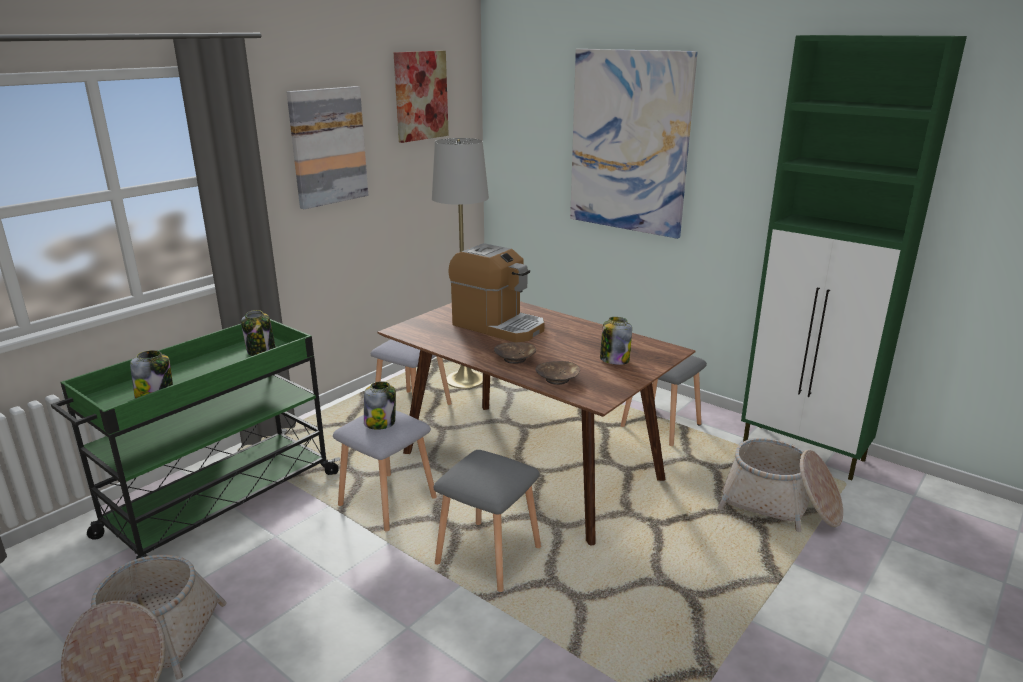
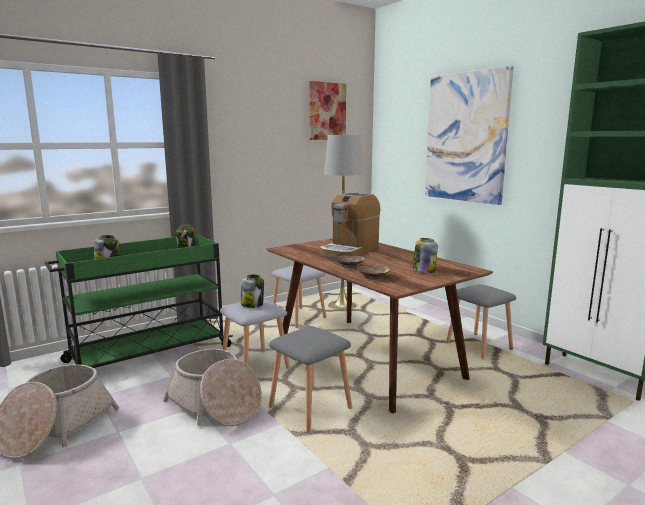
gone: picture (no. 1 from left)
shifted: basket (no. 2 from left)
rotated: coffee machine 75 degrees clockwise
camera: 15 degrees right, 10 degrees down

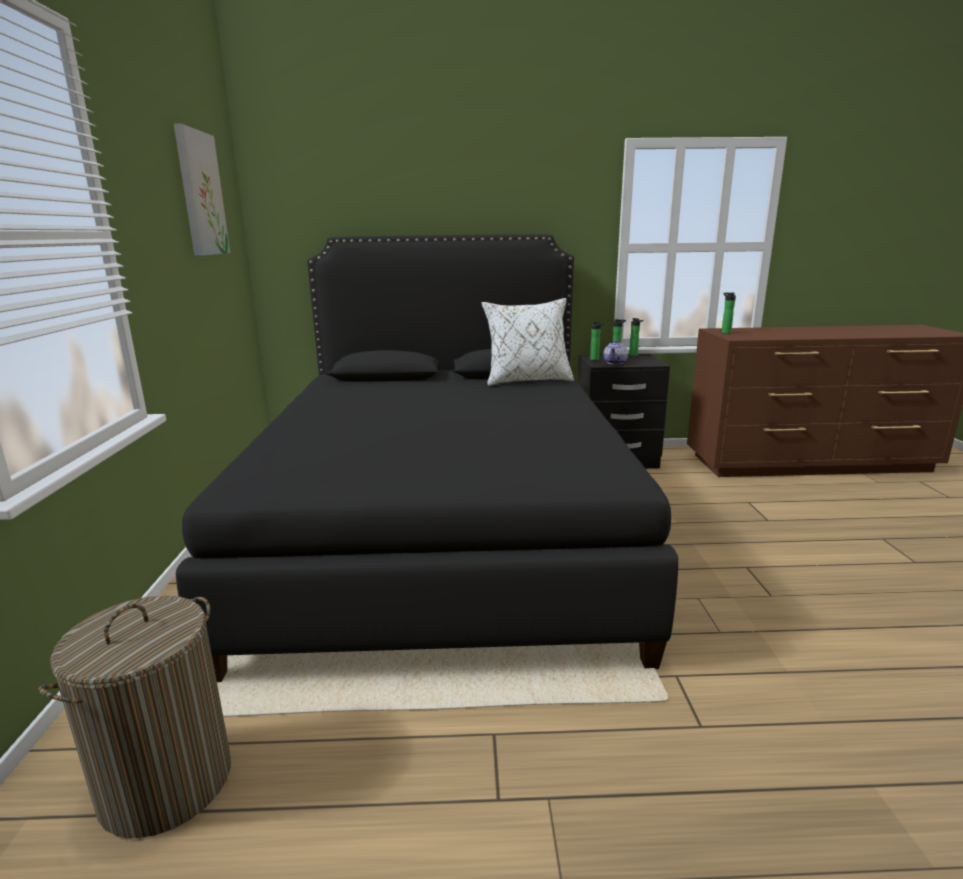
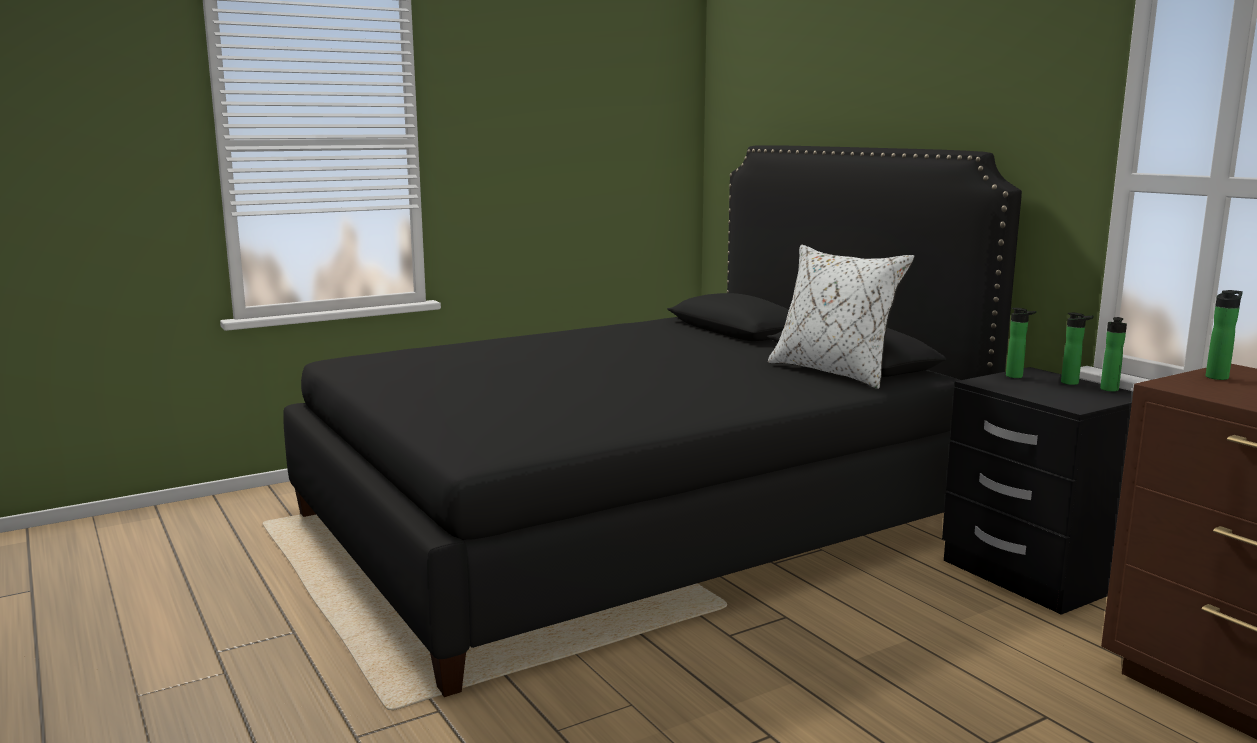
gone: picture; teapot; laundry basket
camera: 60 degrees right, 5 degrees down

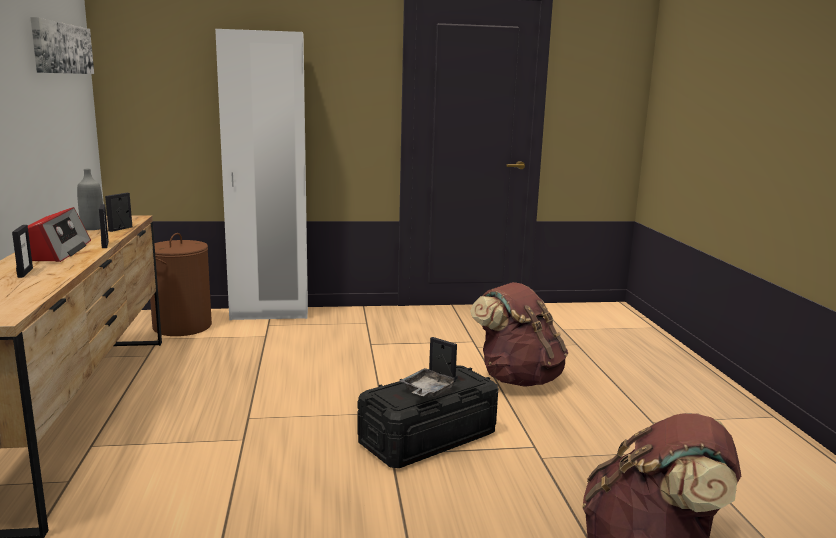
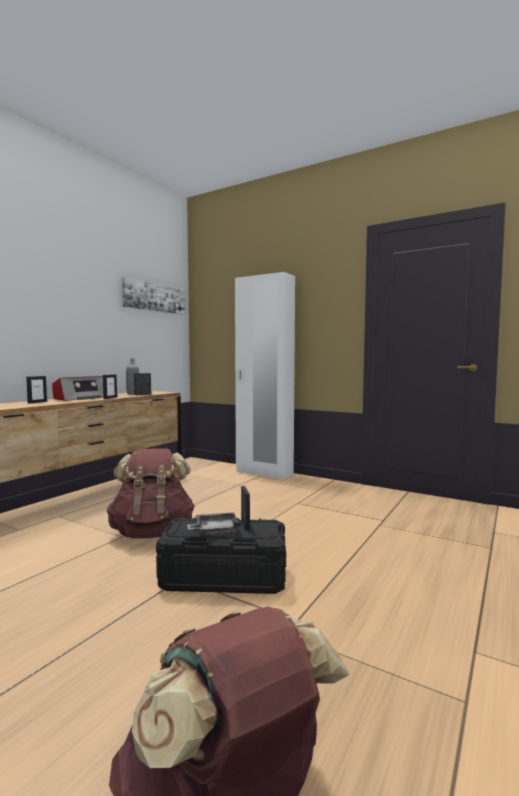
gone: brown laundry basket
shifted: brown backpack (no. 1 from left)
camera: 40 degrees right, 10 degrees down

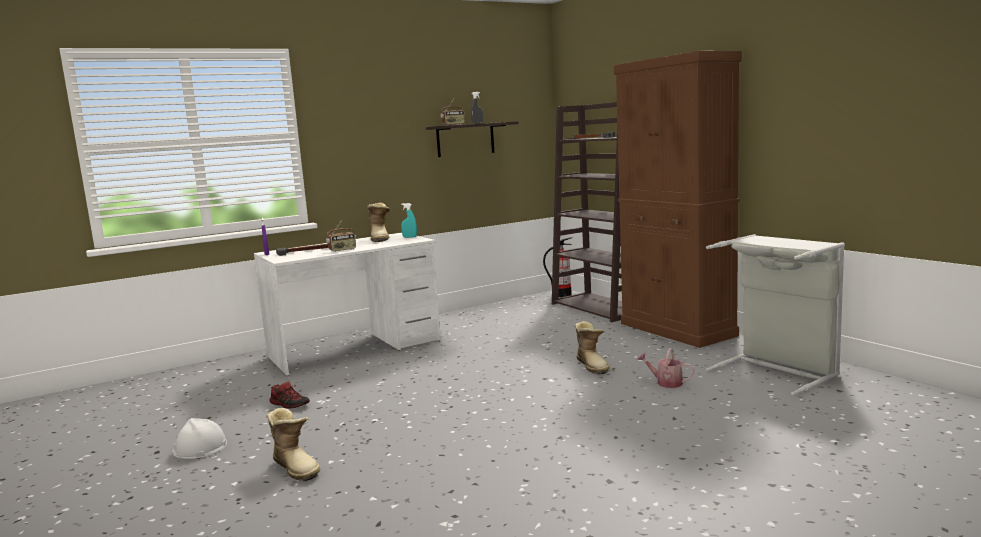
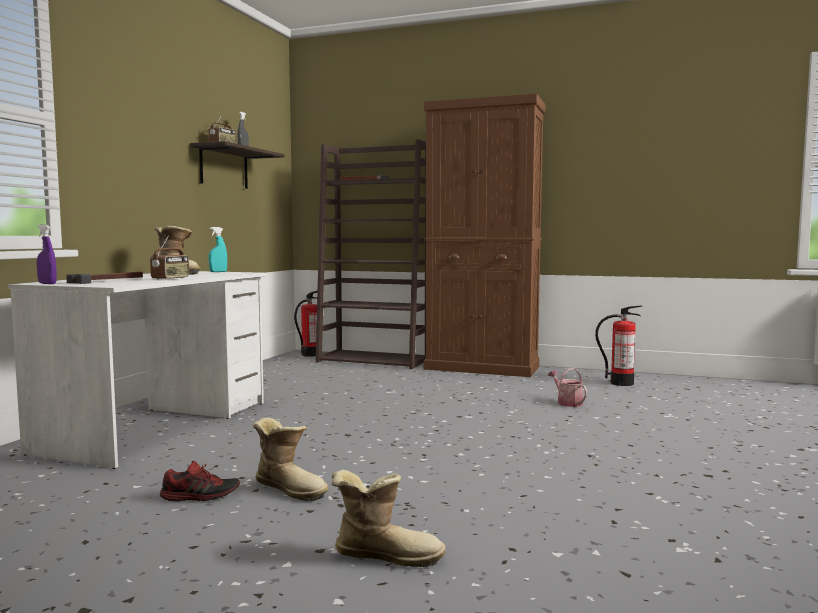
gone: white hard hat
shifted: boot (no. 3 from left in the first image) to boot (no. 2 from left)
swapped: grey laundry basket to fire extinguisher (no. 2 from left)
rotated: watering can 75 degrees clockwise
camera: 40 degrees left, 5 degrees down

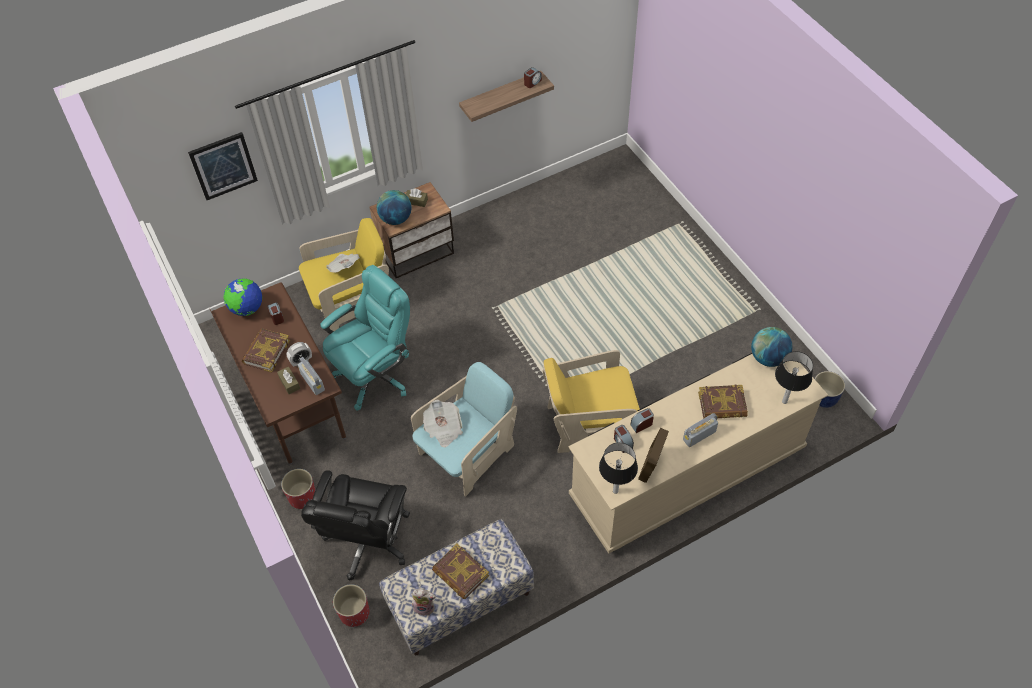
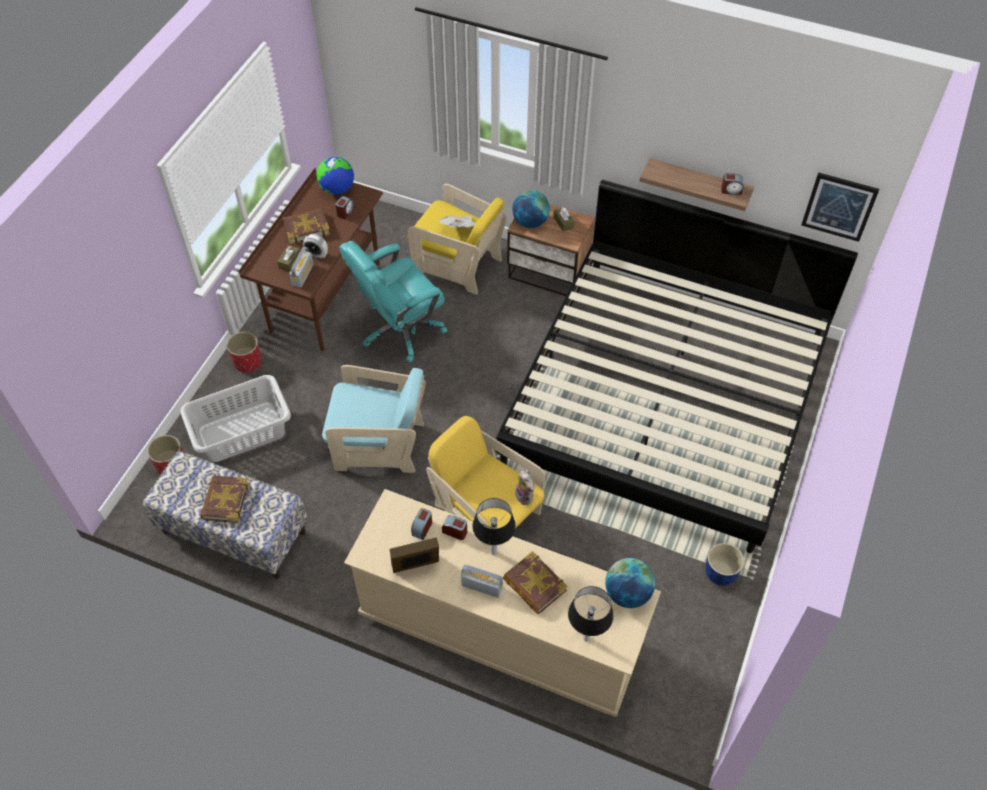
gone: newspaper (no. 2 from left)
new: bed
shifted: picture; blue planter; table lamp (no. 1 from left); plush toy
swapped: black office chair to grey laundry basket
rotated: turquoise office chair 135 degrees clockwise
camera: 50 degrees right, 0 degrees up

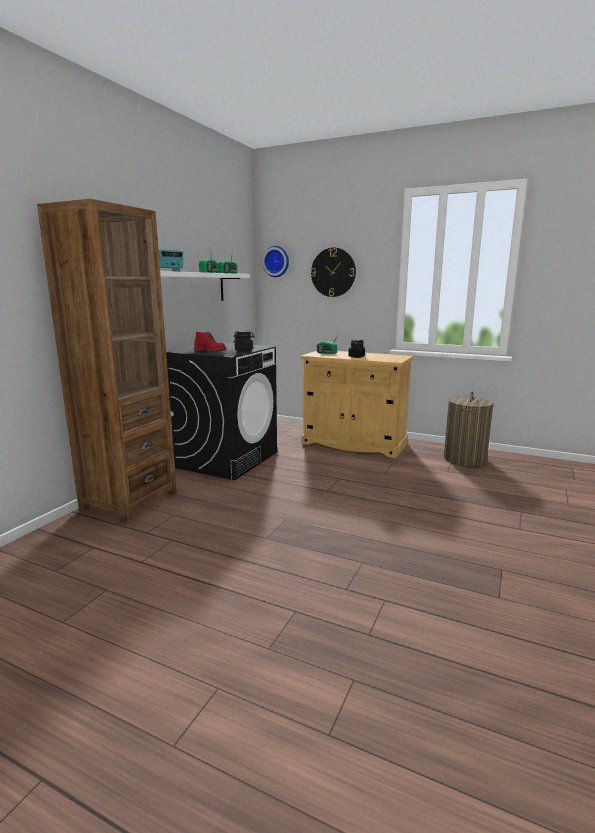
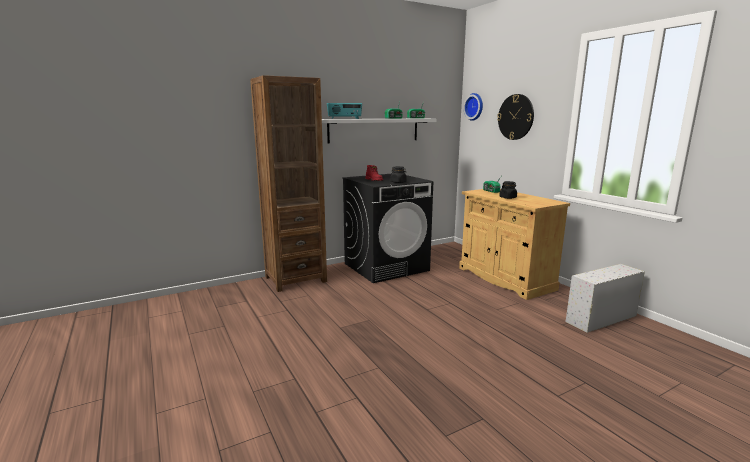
swapped: laundry basket to white storage box
camera: 35 degrees right, 0 degrees up

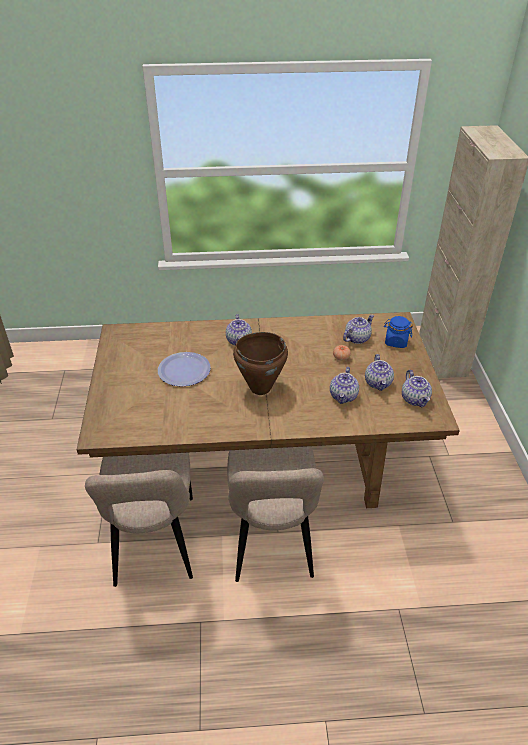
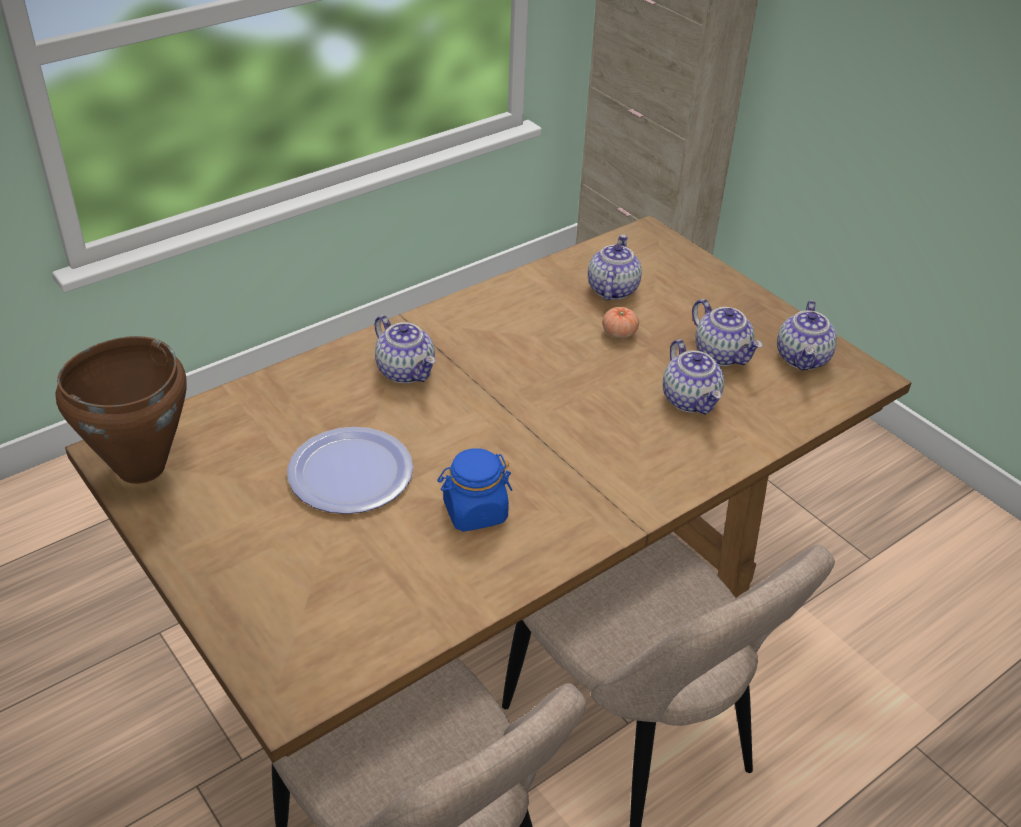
shifted: blue jar; brown cooking pot
rotated: teapot (no. 5 from left) 60 degrees clockwise
camera: 35 degrees left, 0 degrees up

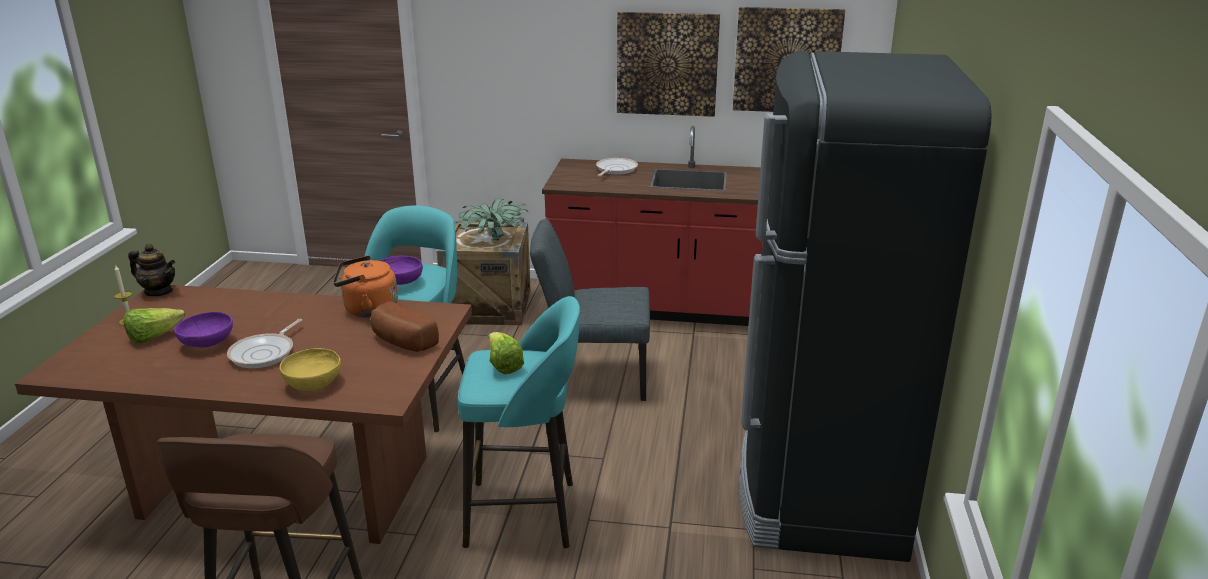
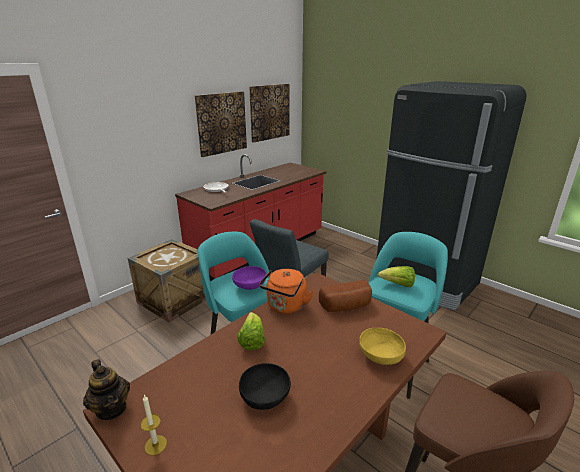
gone: potted plant; frying pan (no. 1 from left)
shifted: lettuce (no. 1 from left)
repainted: purple bowl (no. 1 from left) to black bowl
rotated: teapot 90 degrees clockwise
camera: 55 degrees left, 0 degrees up

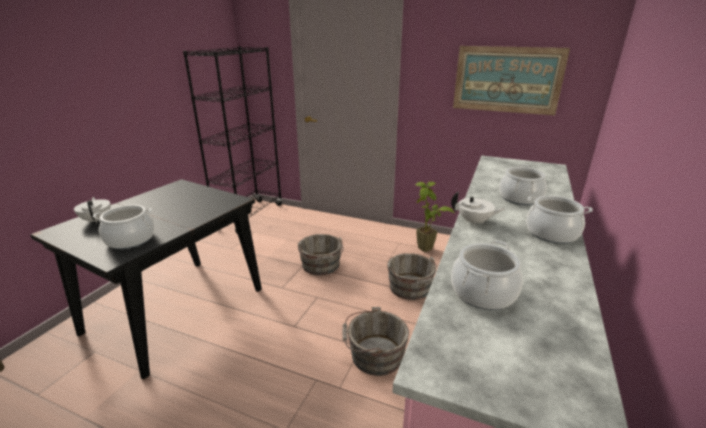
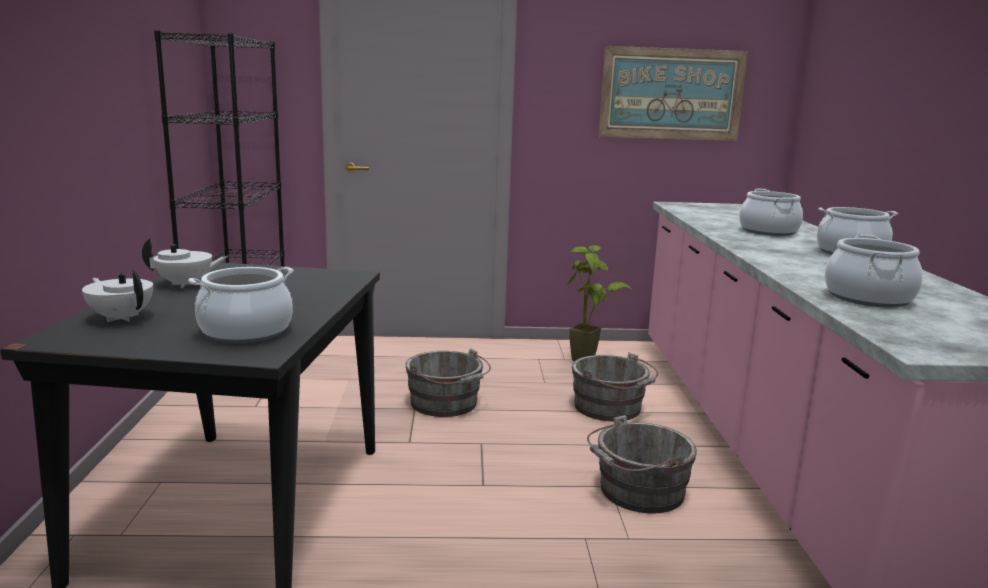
shifted: white teapot (no. 2 from left)
camera: 25 degrees left, 10 degrees down

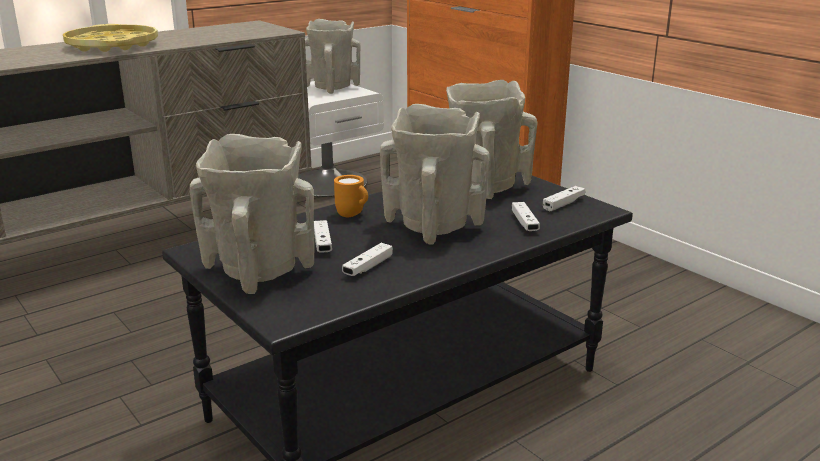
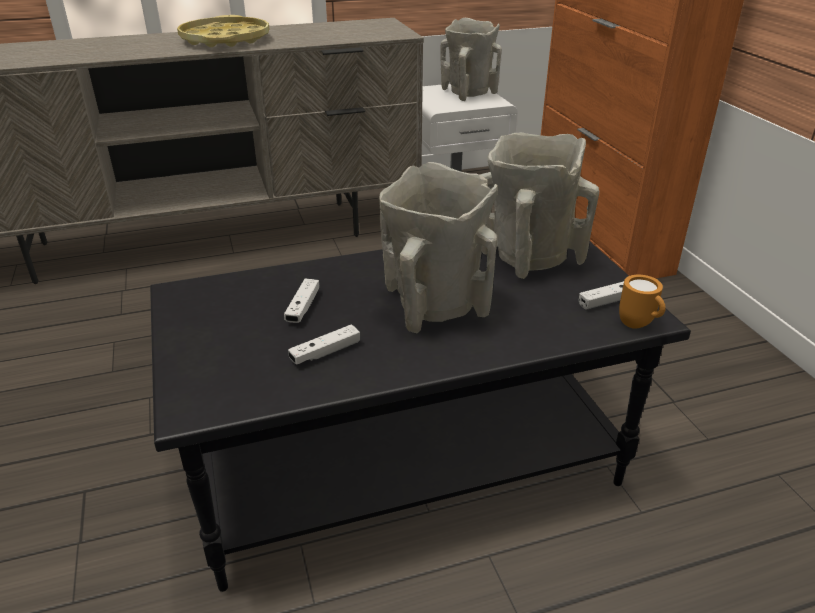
gone: beige vase (no. 1 from left); white game controller (no. 3 from left)
shifted: orange mug
camera: 20 degrees right, 10 degrees up

